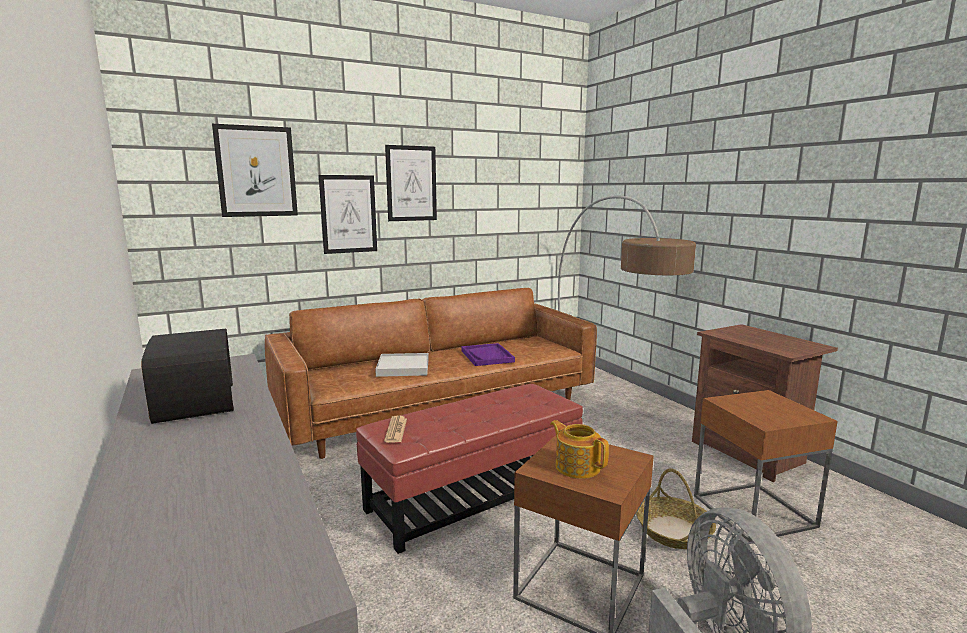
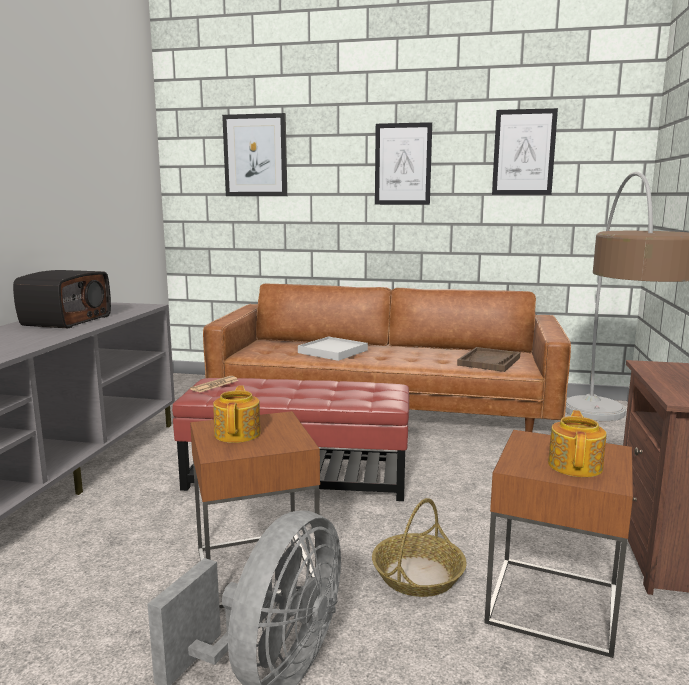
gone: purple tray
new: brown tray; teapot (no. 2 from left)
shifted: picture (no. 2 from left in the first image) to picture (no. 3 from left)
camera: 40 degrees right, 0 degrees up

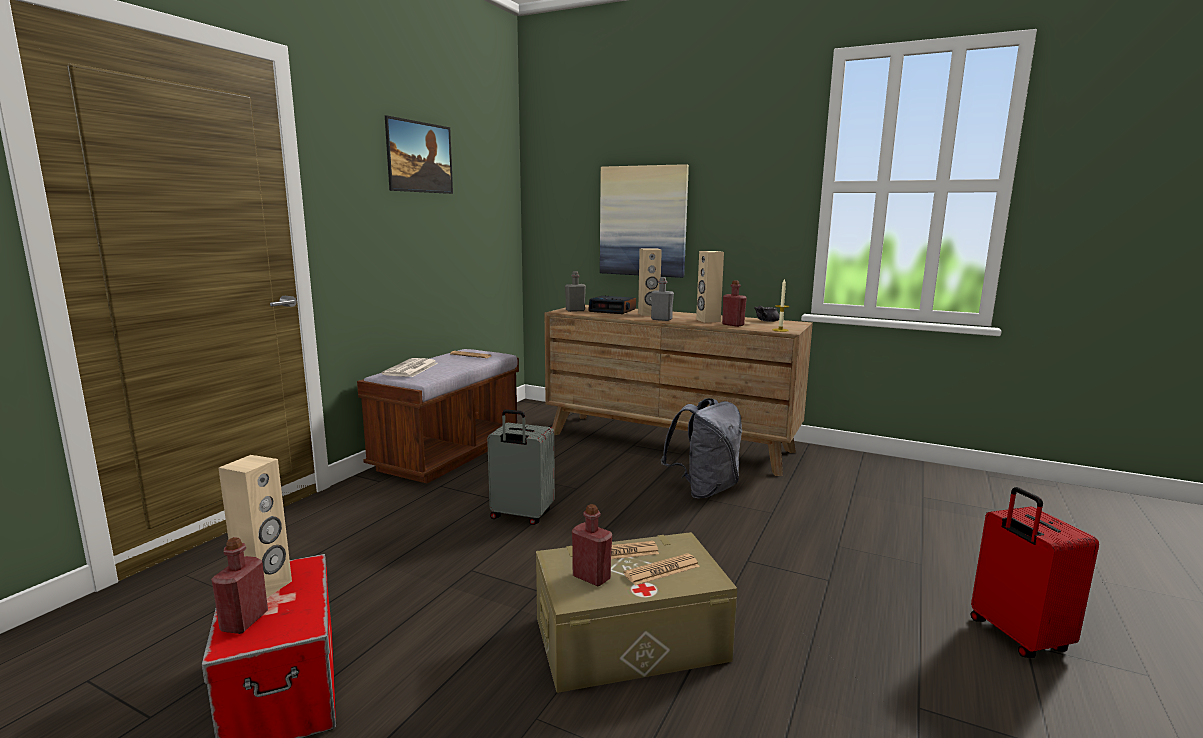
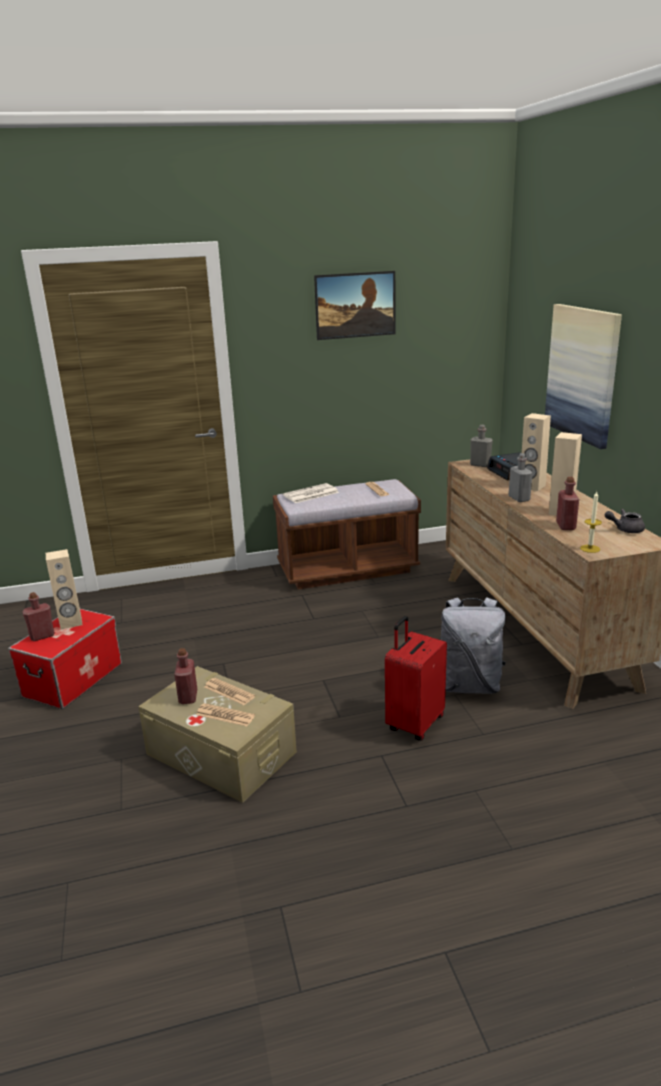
gone: grey suitcase
shifted: red suitcase
camera: 50 degrees right, 10 degrees up

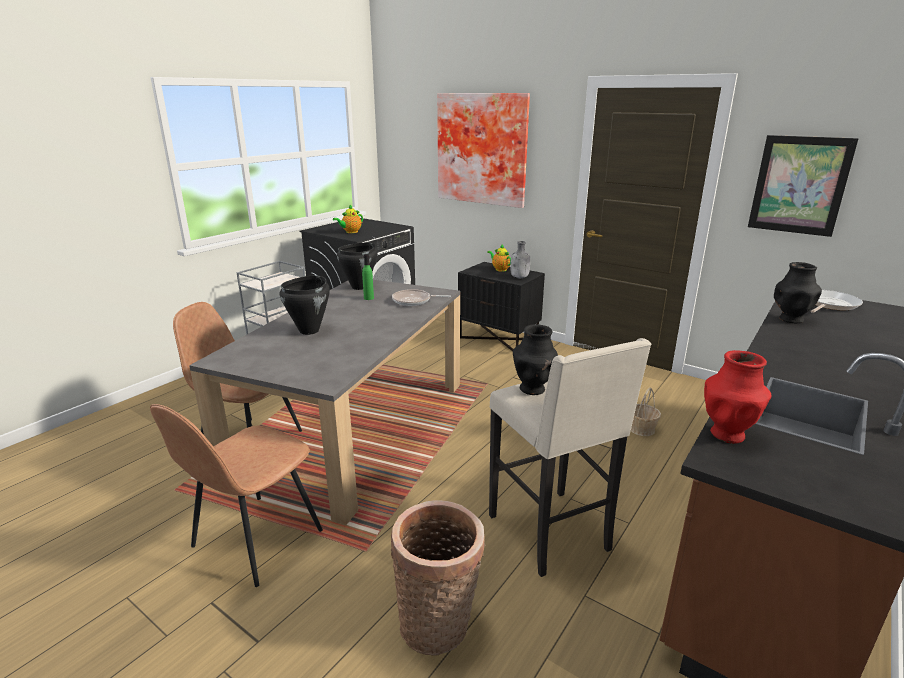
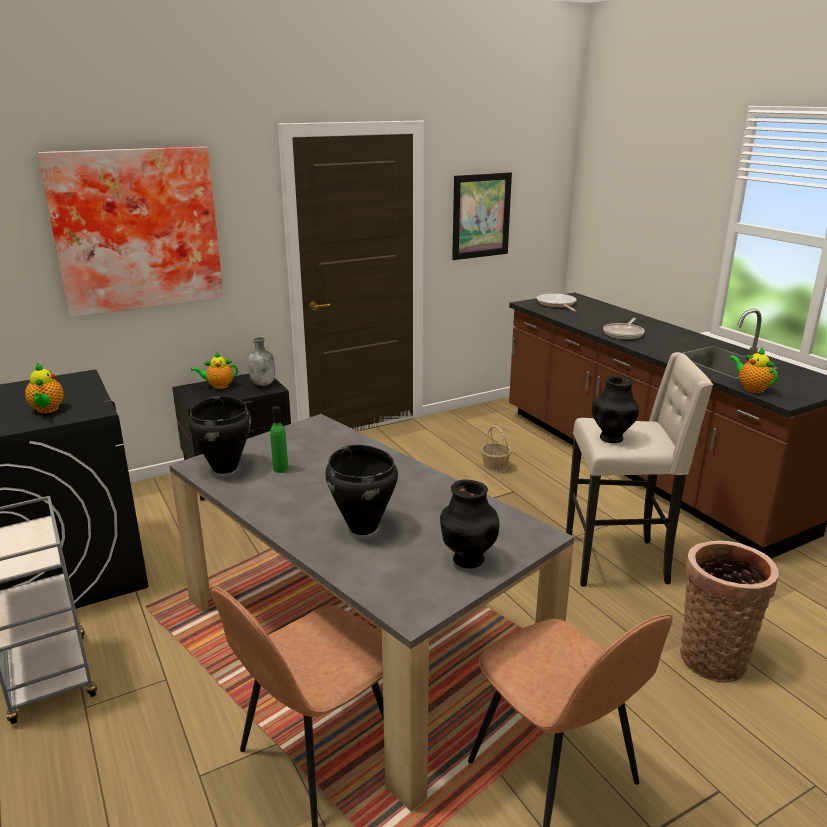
shifted: black vase (no. 2 from left in the first image) to black vase (no. 1 from left); frying pan (no. 1 from left in the first image) to frying pan (no. 2 from left)
swapped: red vase to teapot (no. 3 from left)
camera: 65 degrees left, 0 degrees up

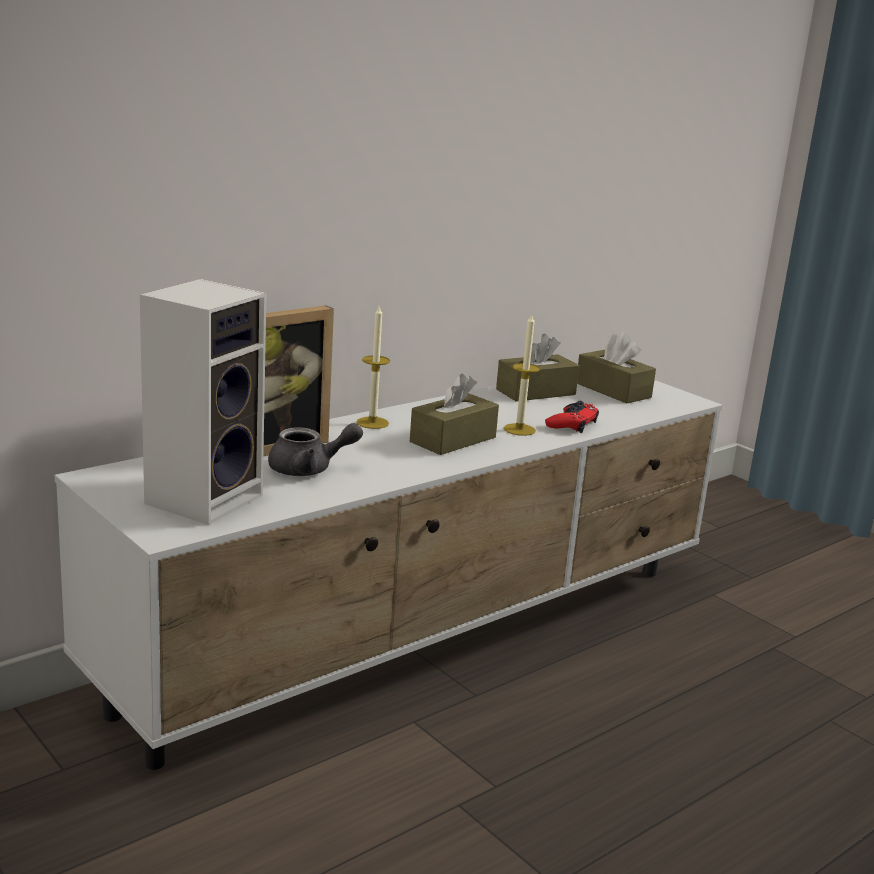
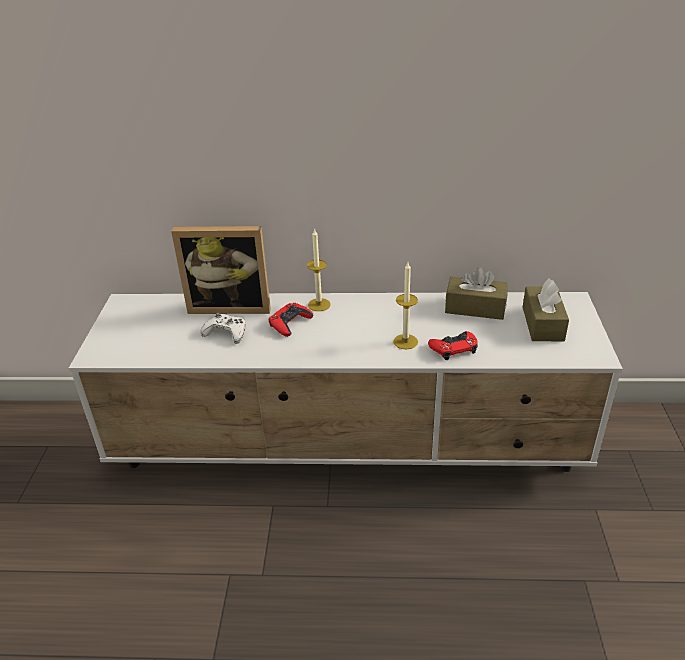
gone: speaker; brown tissue box (no. 1 from left)
new: red game controller (no. 1 from left)
swapped: grey teapot to white game controller
camera: 45 degrees right, 15 degrees up

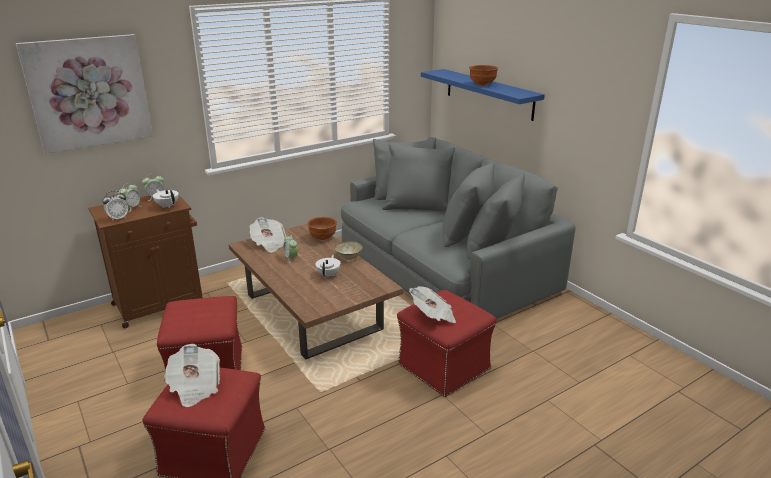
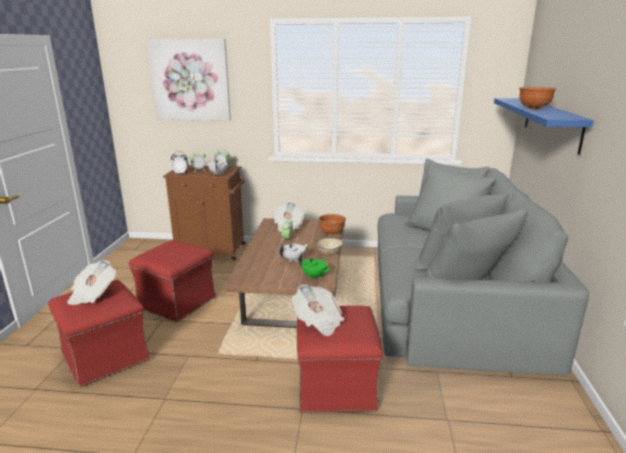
new: green teapot
camera: 40 degrees right, 5 degrees down

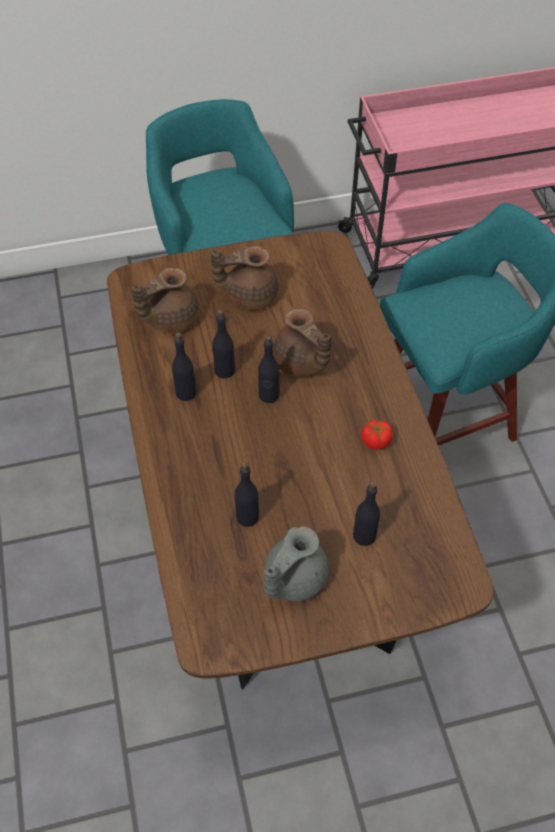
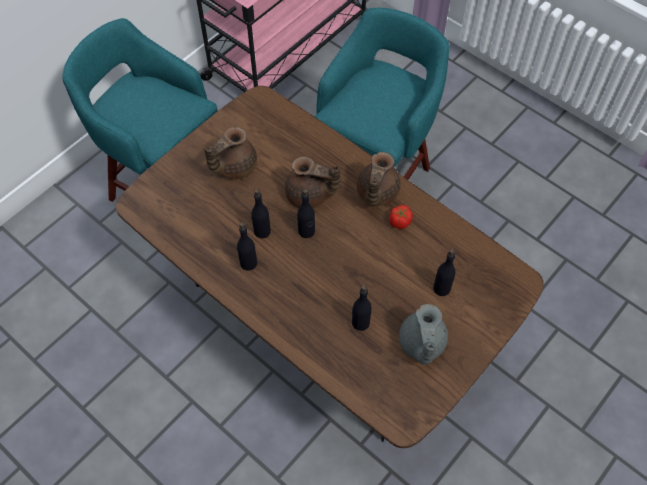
shifted: brown teapot (no. 1 from left in the first image) to brown teapot (no. 3 from left)
camera: 35 degrees left, 5 degrees up

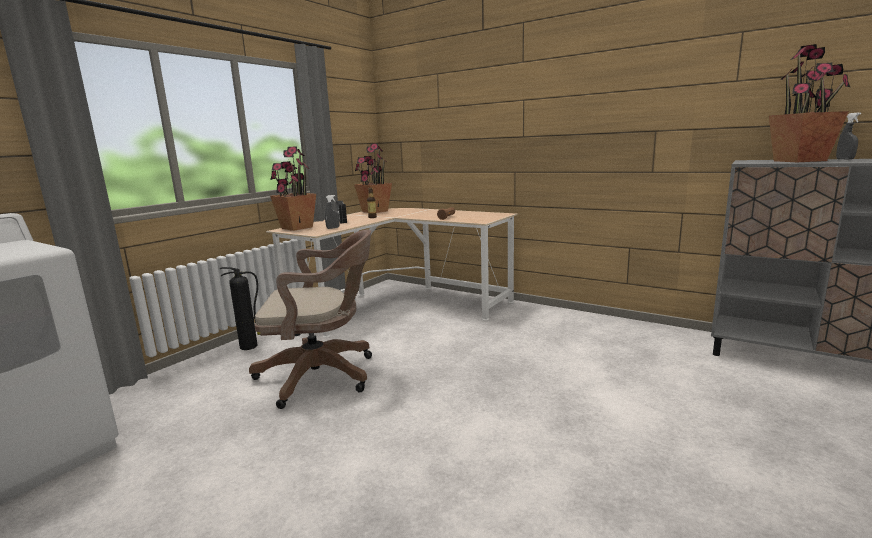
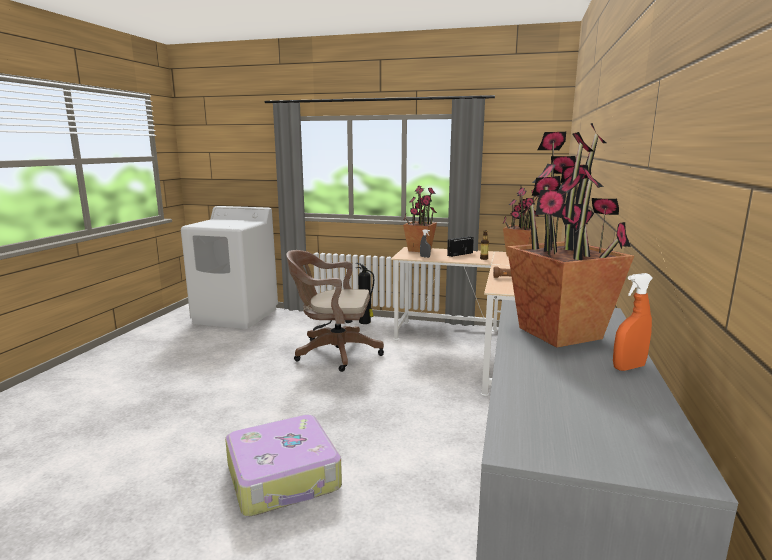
new: suitcase
repainted: grey spray bottle (no. 2 from left) to orange spray bottle
rotated: brown office chair 120 degrees clockwise
camera: 70 degrees right, 0 degrees up

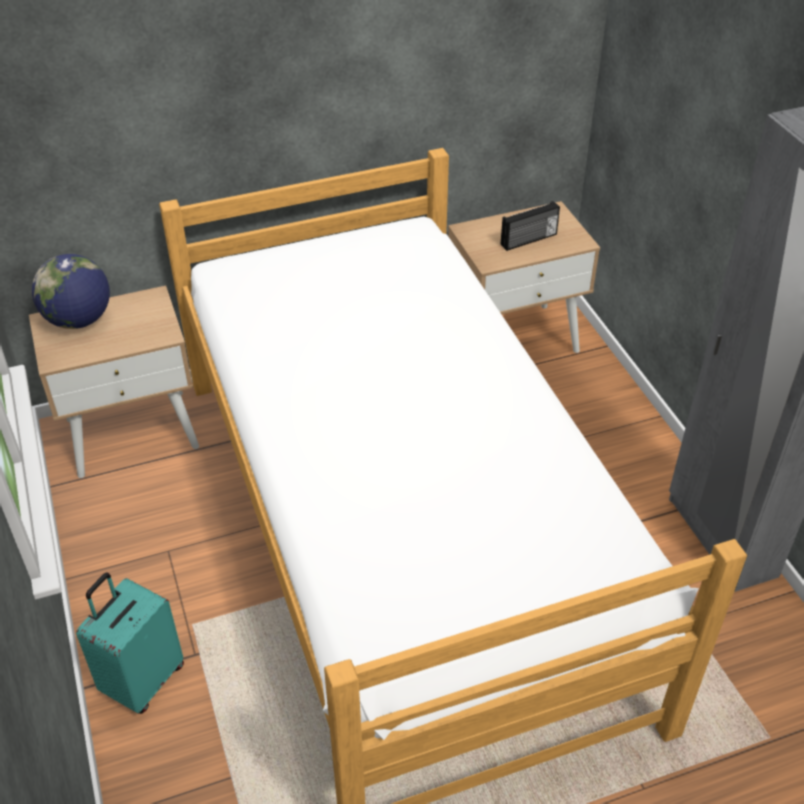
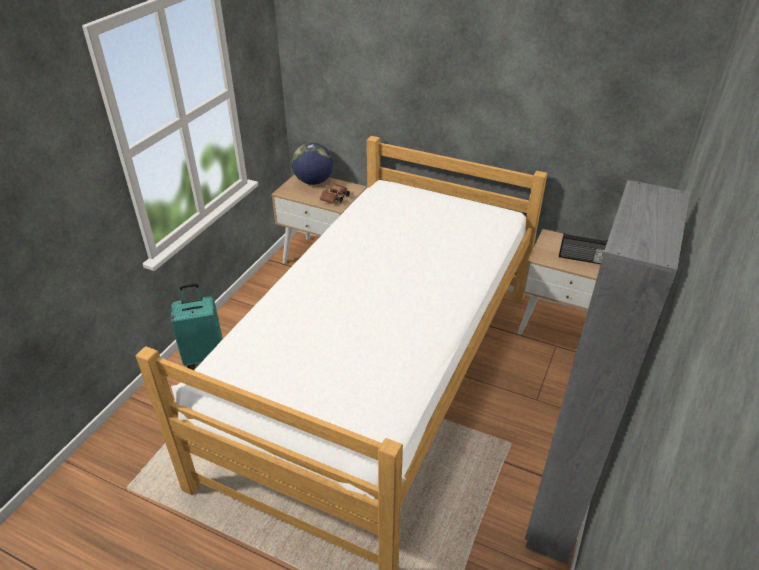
new: brown binoculars
camera: 45 degrees right, 5 degrees down

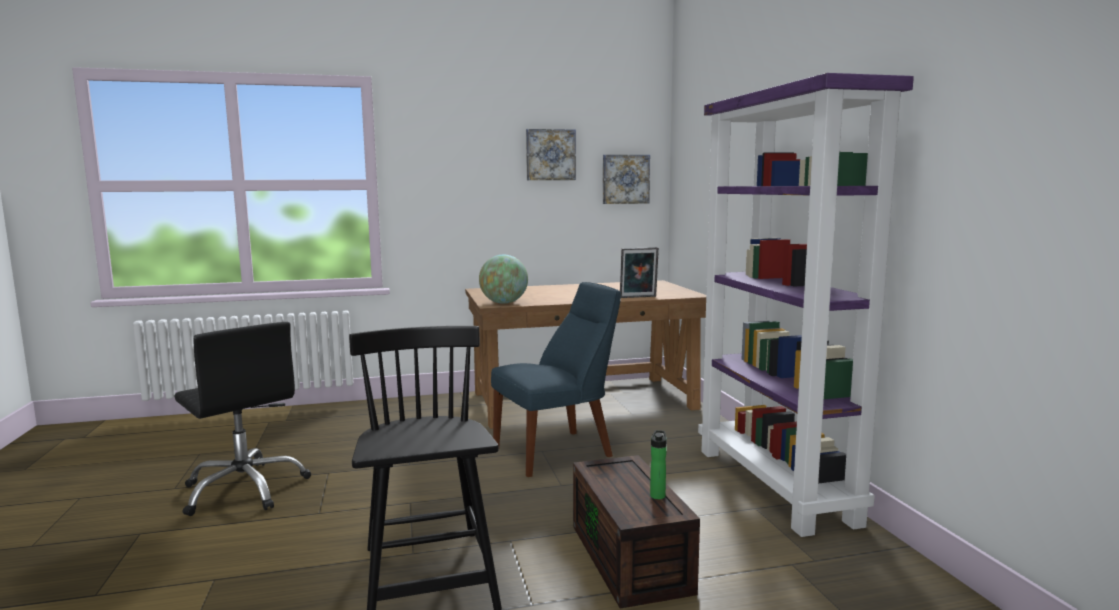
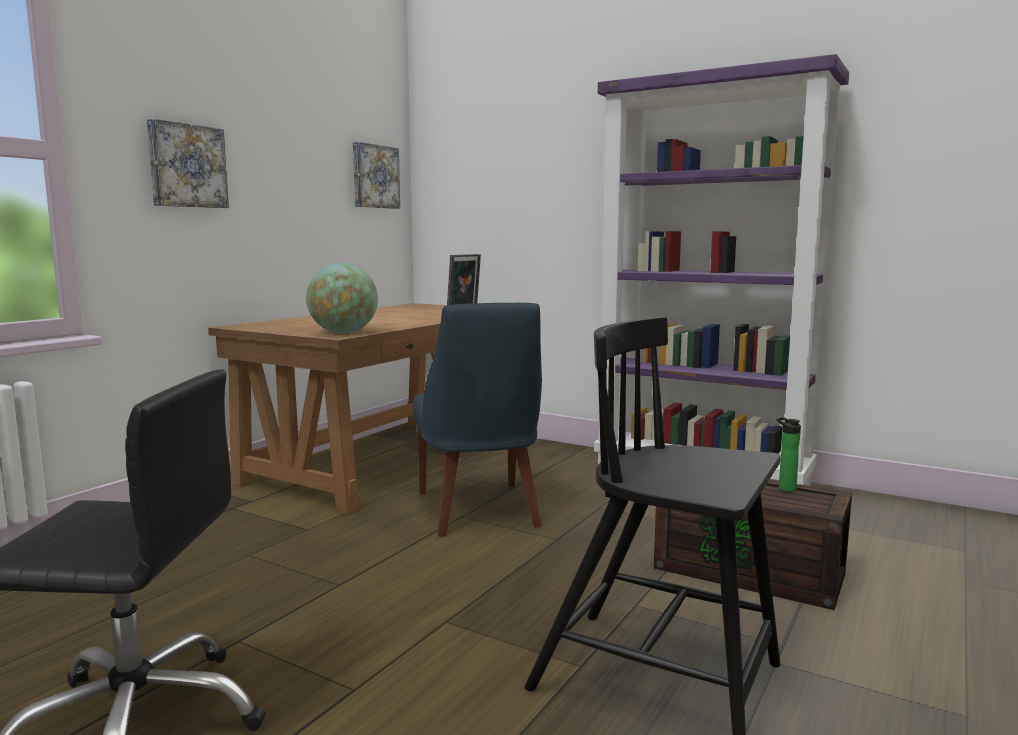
shifted: picture (no. 1 from left)
rotated: blue chair 150 degrees clockwise
camera: 45 degrees left, 0 degrees up

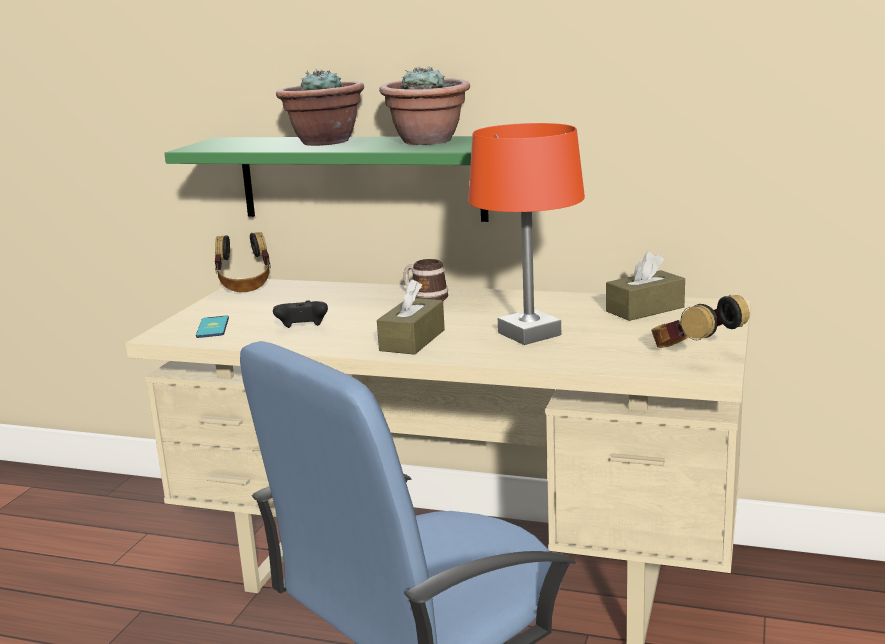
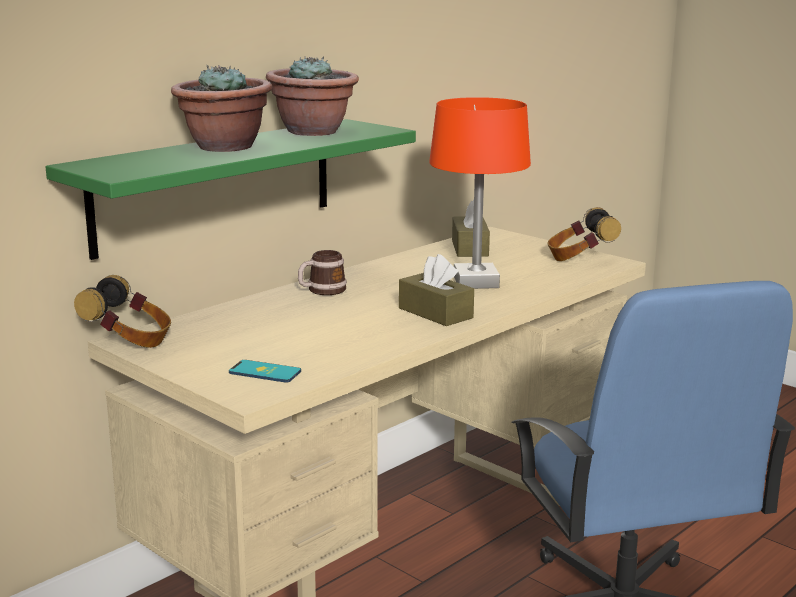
gone: black game controller
camera: 65 degrees left, 0 degrees up

